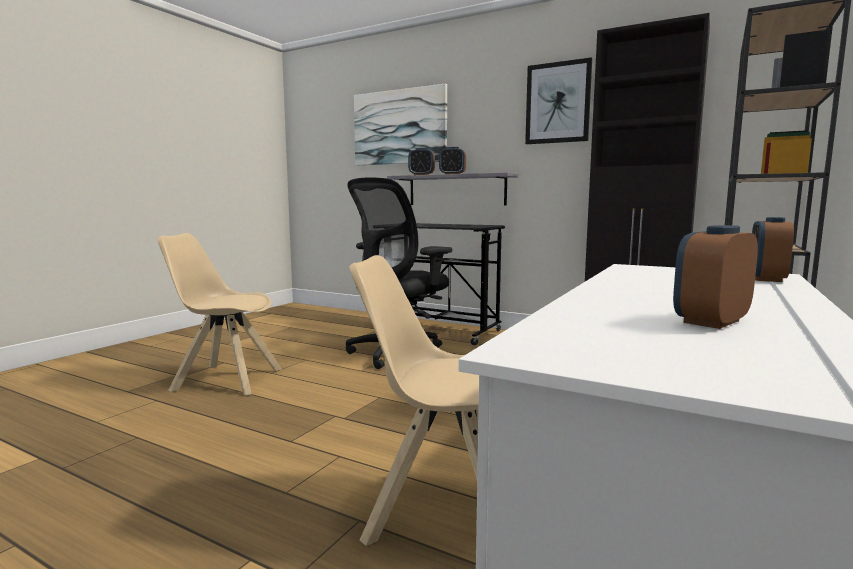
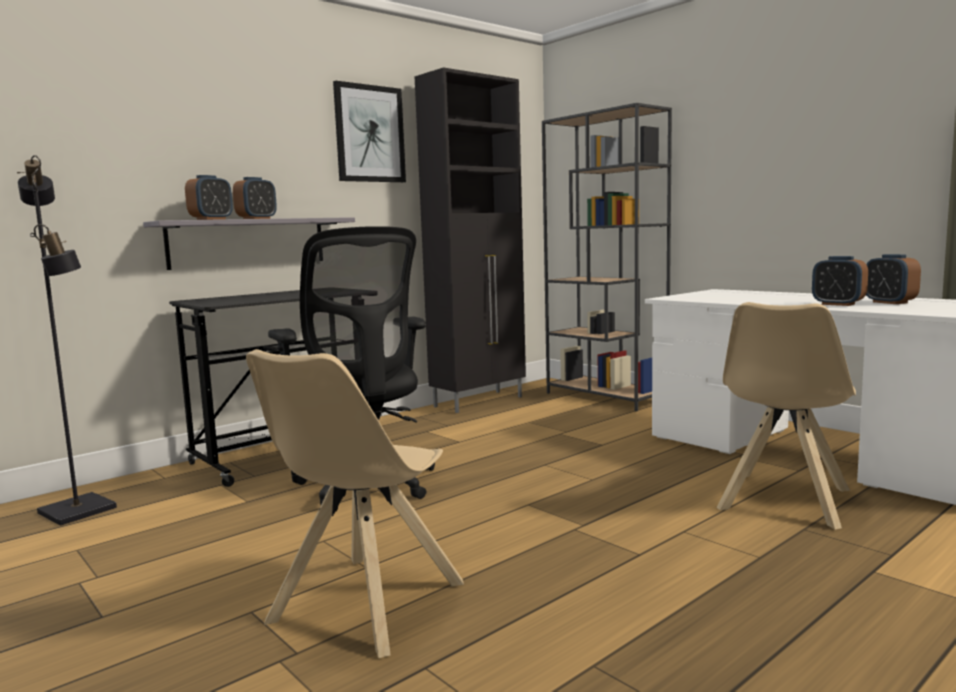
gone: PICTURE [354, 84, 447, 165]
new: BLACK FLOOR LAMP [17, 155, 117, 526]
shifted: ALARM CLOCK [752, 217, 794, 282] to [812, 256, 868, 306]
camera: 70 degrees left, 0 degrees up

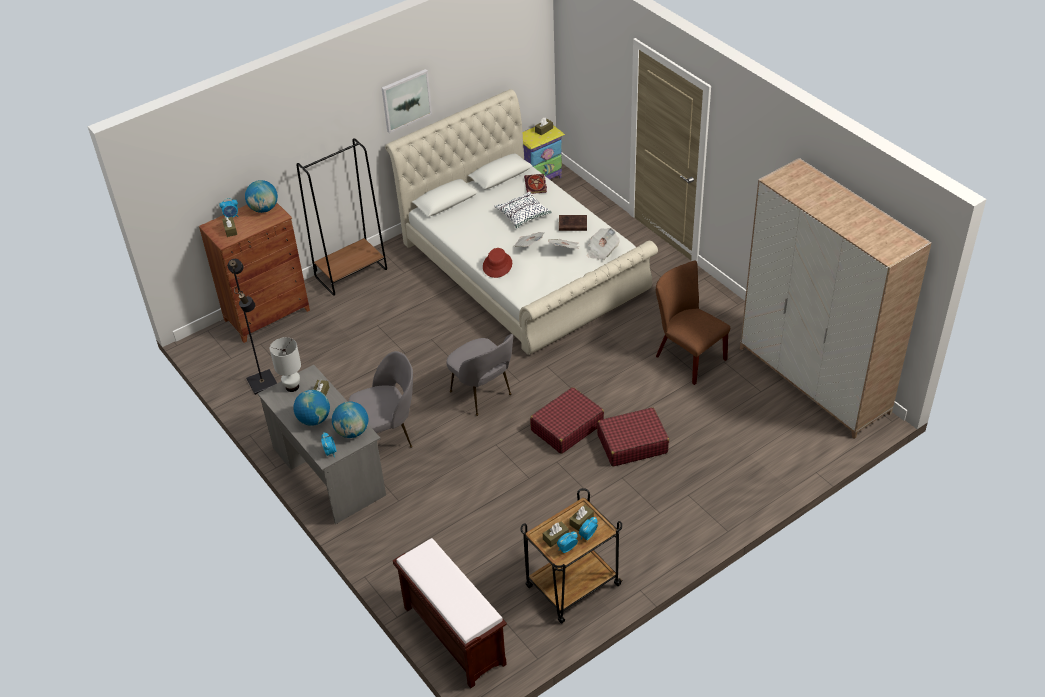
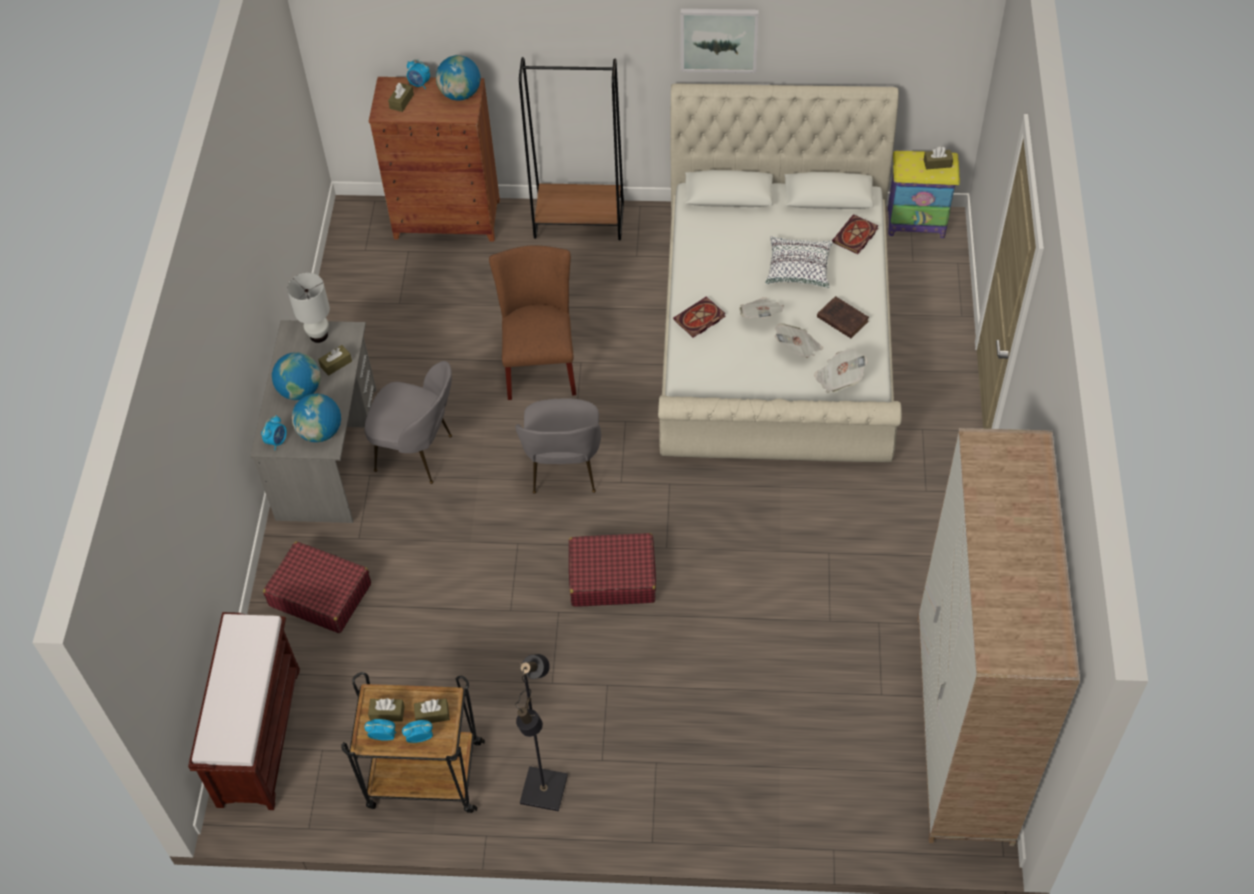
shifted: BLACK FLOOR LAMP [227, 259, 277, 395] to [515, 654, 568, 811]; BROWN CHAIR [656, 261, 730, 385] to [489, 245, 576, 400]; RED SUITCASE [597, 407, 669, 466] to [263, 542, 371, 633]
swapped: RED HAT [483, 248, 512, 278] to BOOK [673, 296, 726, 338]
camera: 40 degrees right, 10 degrees up

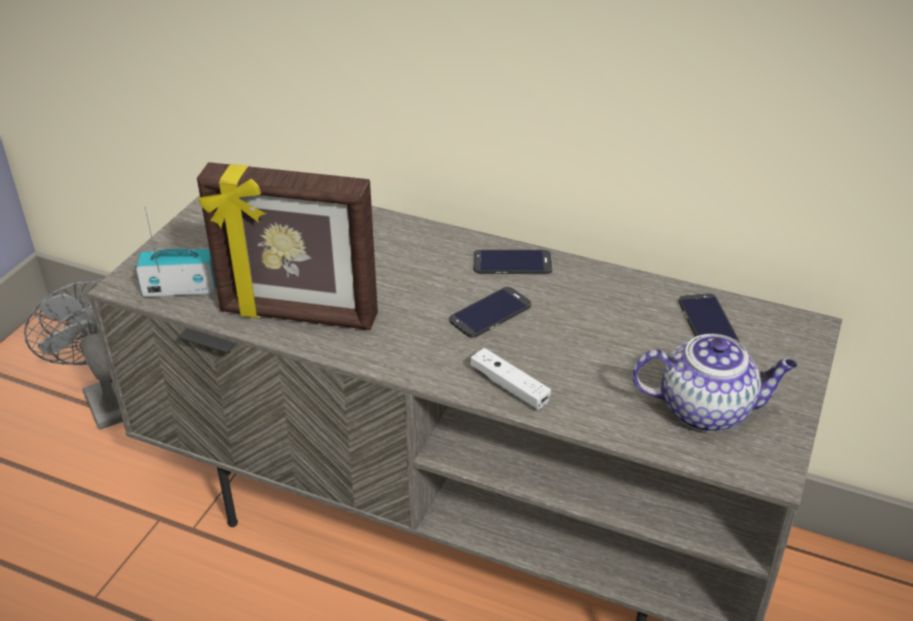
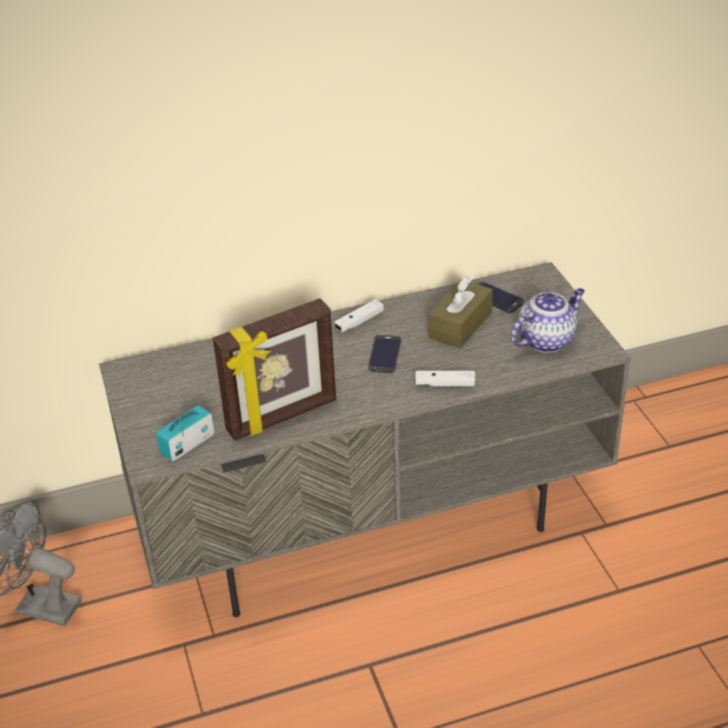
new: BROWN TISSUE BOX [428, 275, 493, 348]
swapped: PHONE [474, 250, 553, 274] to WHITE GAME CONTROLLER [334, 299, 384, 332]
camera: 40 degrees left, 0 degrees up

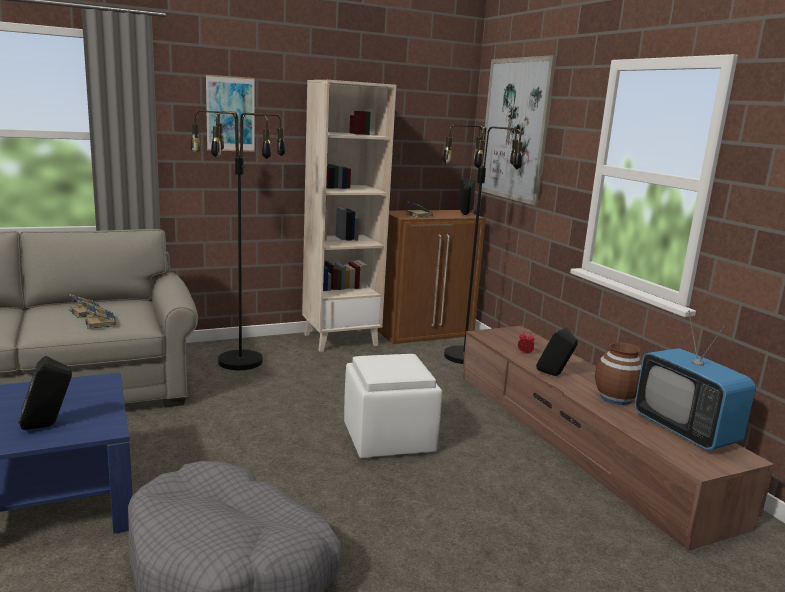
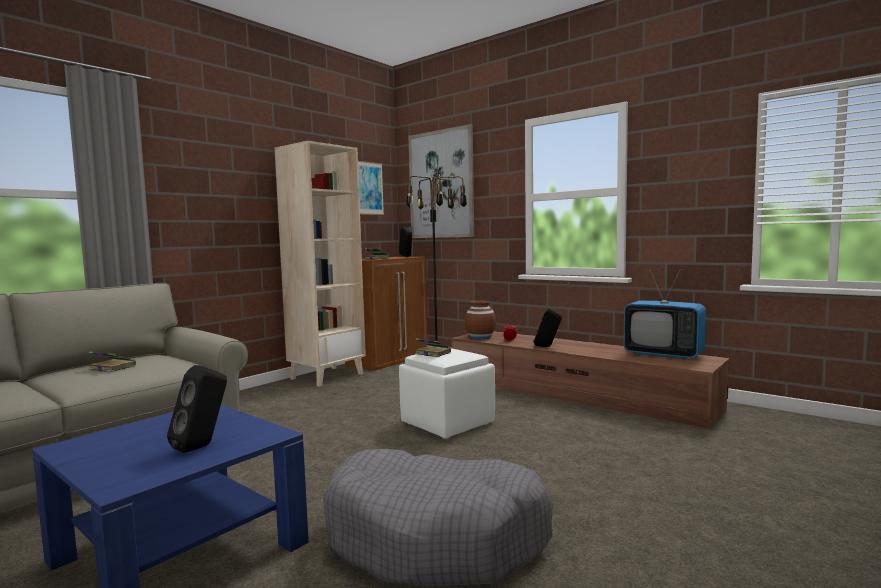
gone: FLOOR LAMP [191, 111, 286, 370]
shifted: PICTURE [206, 75, 255, 152] to [358, 161, 384, 215]; BOOK [85, 303, 116, 329] to [415, 338, 451, 357]; BROWN VASE [595, 342, 642, 405] to [465, 301, 496, 339]
camera: 25 degrees left, 10 degrees down

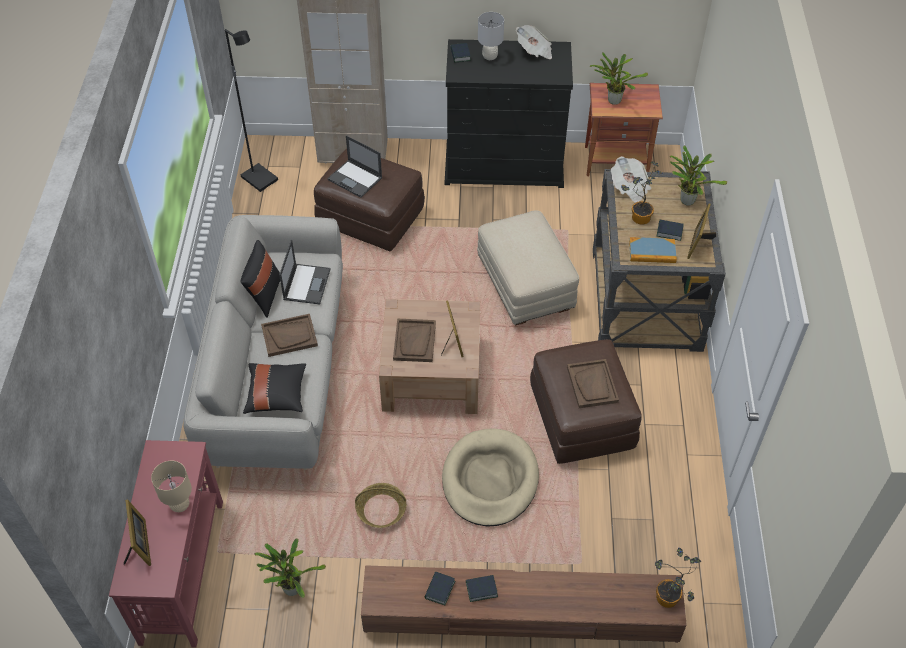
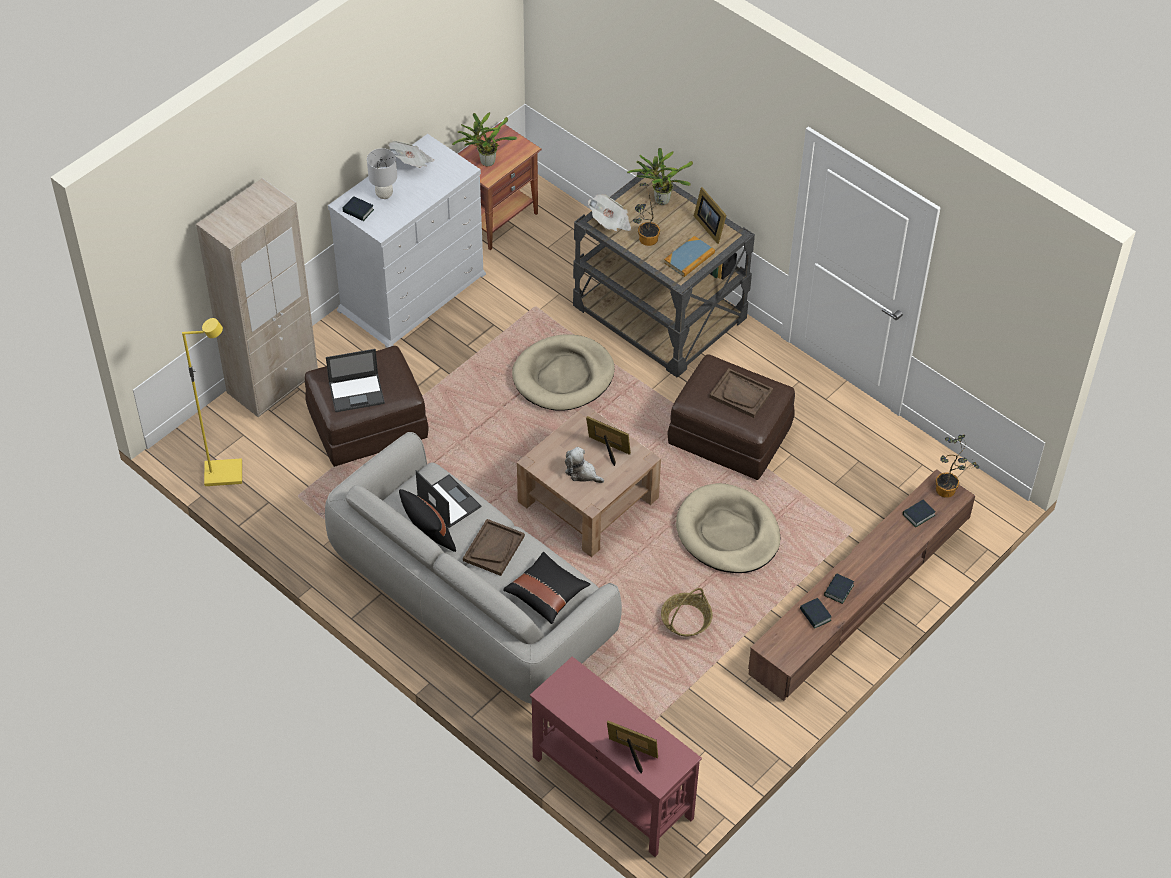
gone: BEIGE TABLE LAMP [151, 461, 192, 512]; POTTED PLANT [254, 538, 326, 598]
shifted: BOOK [657, 220, 684, 241] to [903, 499, 936, 527]
swapped: BEIGE OTTOMAN [477, 210, 579, 325] to BEIGE DOG BED [512, 335, 615, 411]; BROWN TRAY [393, 319, 436, 362] to PLUSH TOY [565, 447, 604, 483]
repainted: BLACK FLOOR LAMP [225, 29, 278, 192] to YELLOW FLOOR LAMP [182, 318, 242, 486]; BLACK DRESSER [444, 39, 573, 188] to WHITE DRESSER [328, 134, 486, 348]
camera: 50 degrees left, 0 degrees up

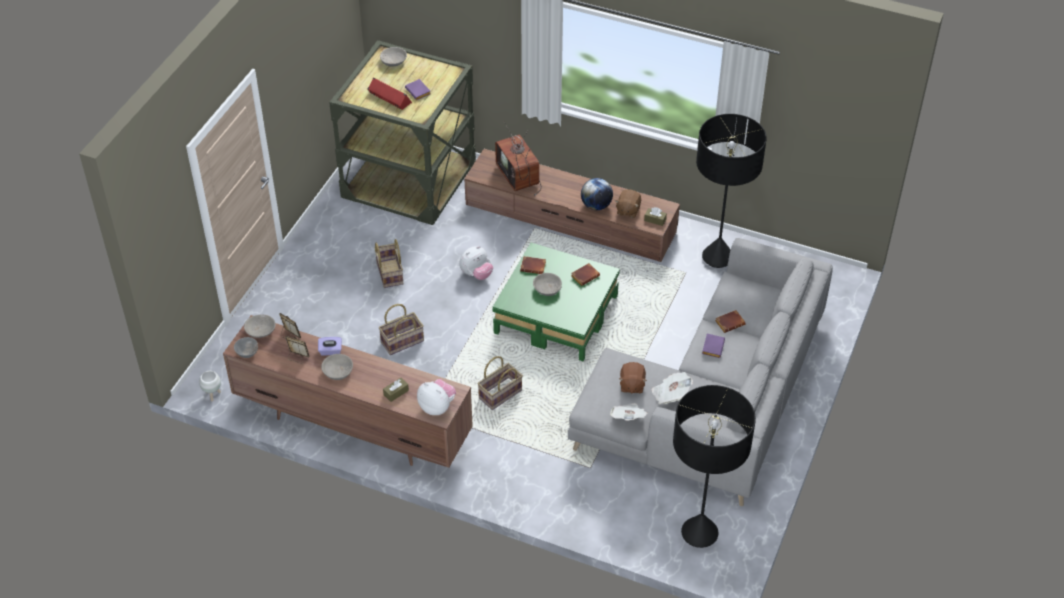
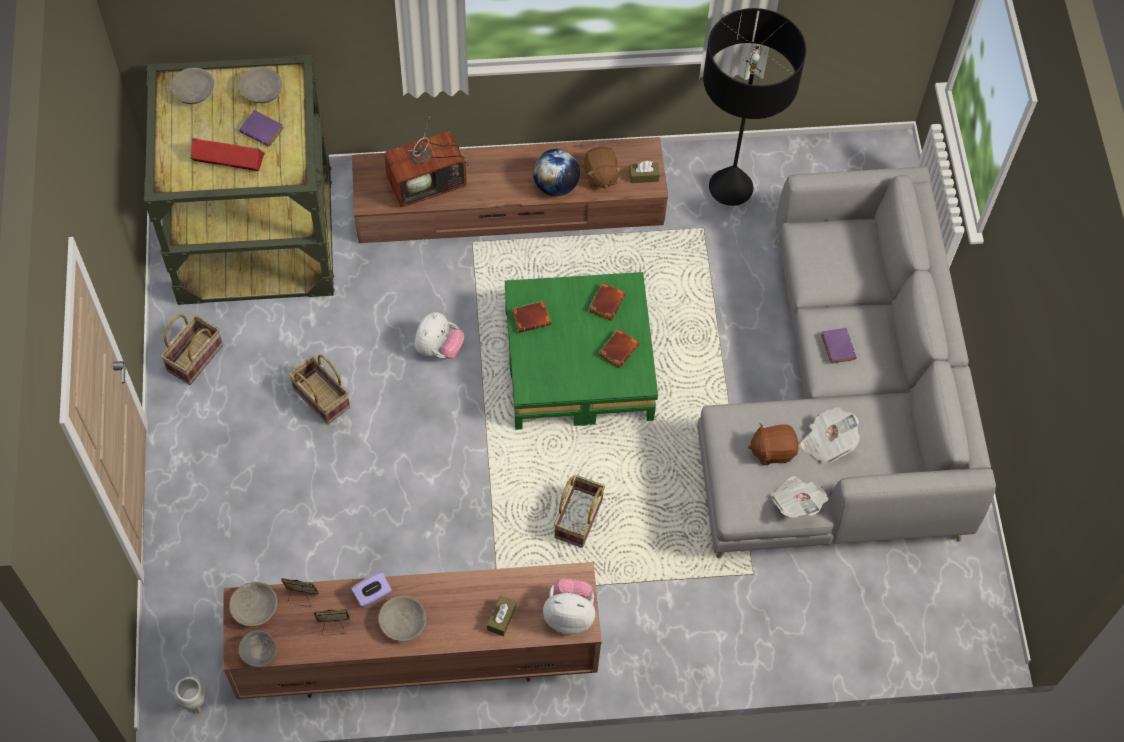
gone: BLACK FLOOR LAMP [673, 385, 756, 548]
shifted: GREY BOWL [533, 273, 562, 296] to [238, 67, 282, 103]; BASKET [379, 304, 424, 355] to [161, 314, 223, 385]; BROWN BOOK [715, 310, 746, 333] to [599, 328, 639, 368]
rotated: TELEVISION [495, 122, 541, 196] = [384, 117, 472, 207] 60 degrees counterclockwise; BROWN PLUSH TOY [619, 362, 647, 393] = [748, 423, 799, 465] 105 degrees clockwise
camera: 30 degrees left, 15 degrees up

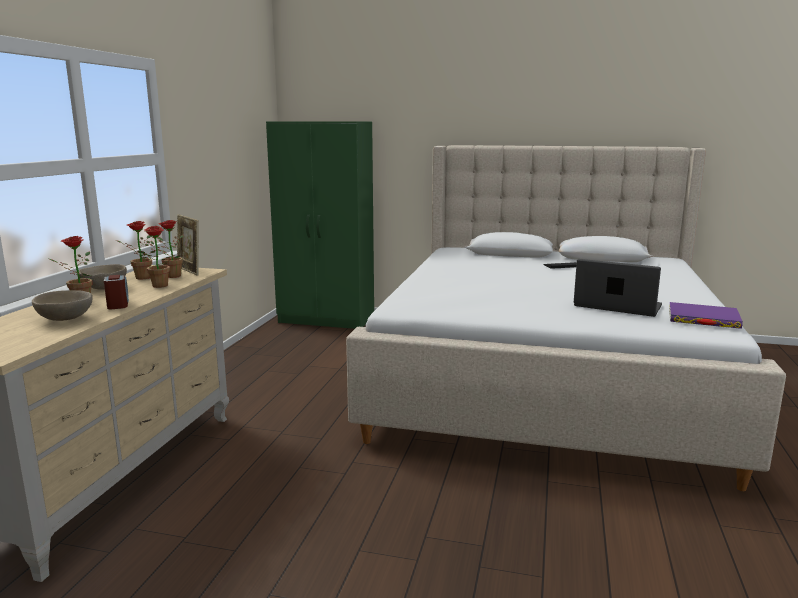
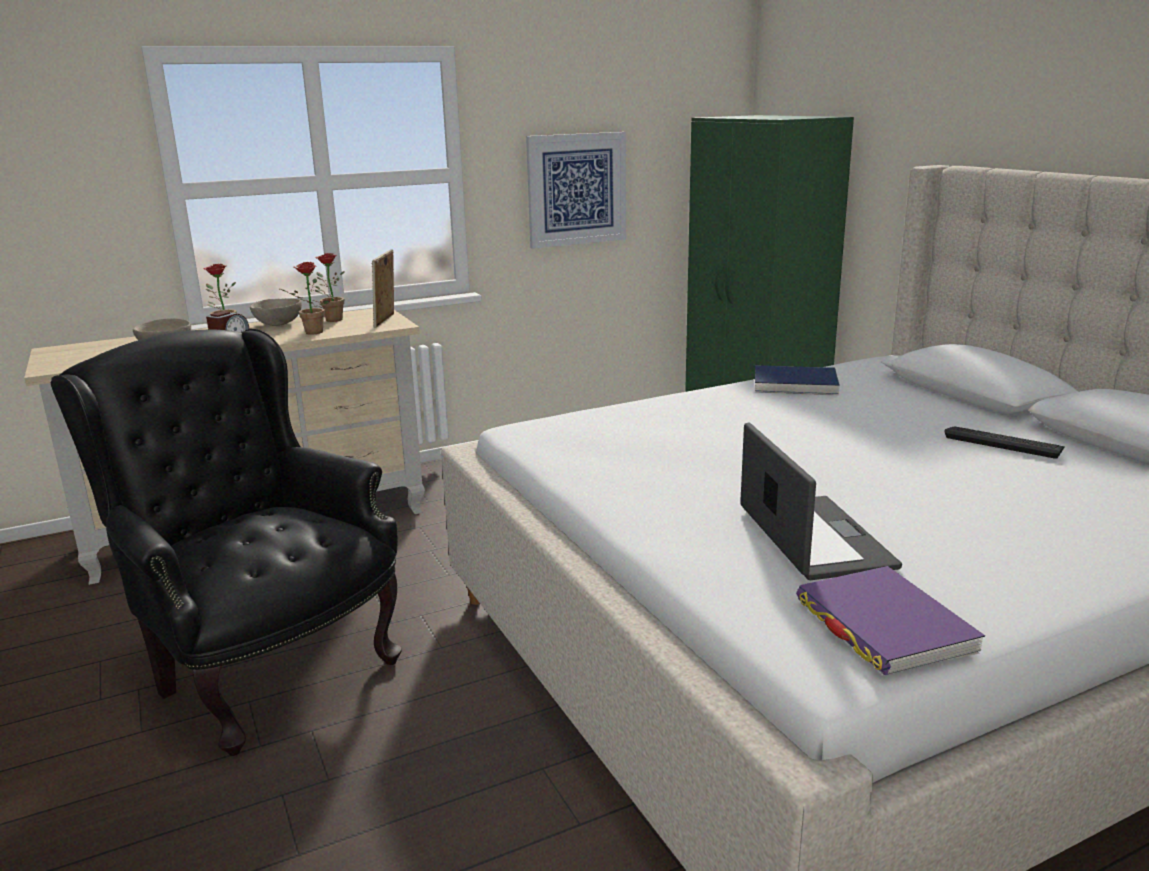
gone: POTTED PLANT [157, 220, 184, 278]
new: PICTURE [526, 132, 626, 249]; BLACK ARMCHAIR [51, 329, 402, 756]; BLUE BOOK [755, 365, 840, 395]
camera: 50 degrees right, 5 degrees up

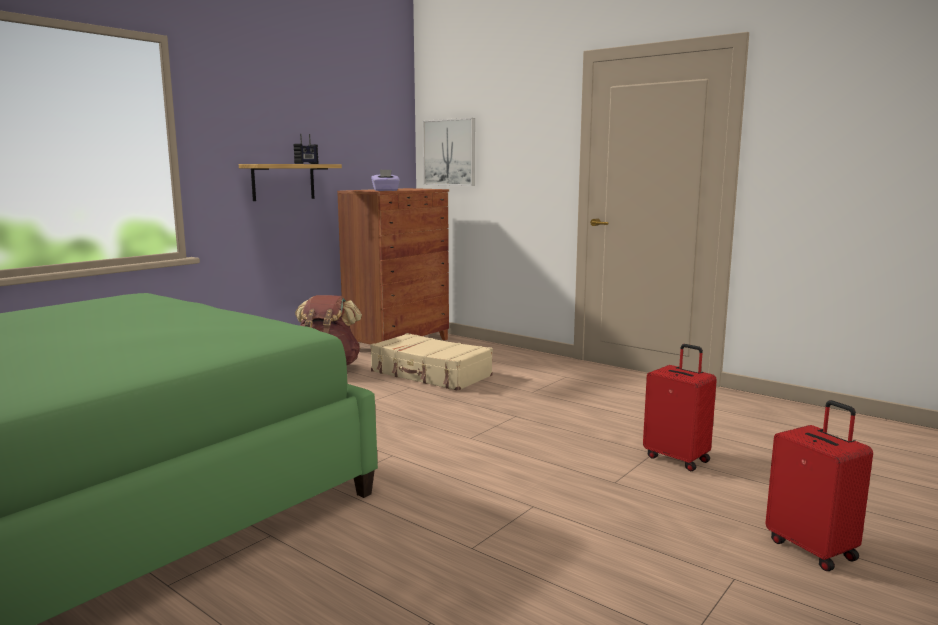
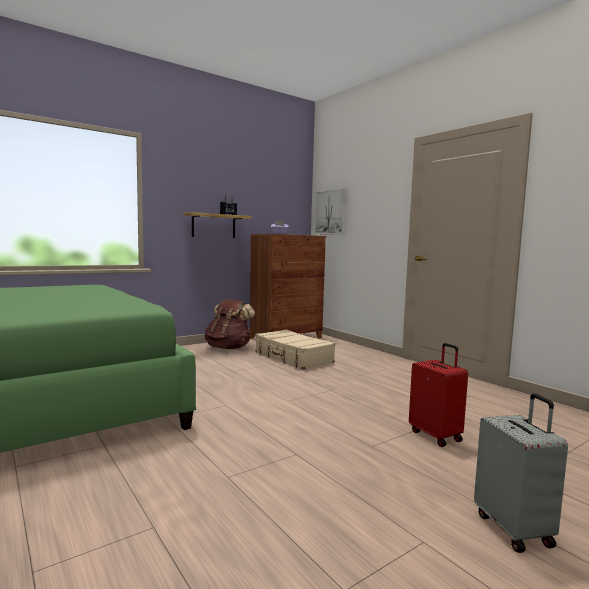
repainted: RED SUITCASE [765, 400, 873, 571] to GREY SUITCASE [474, 393, 568, 553]
camera: 15 degrees right, 5 degrees down

